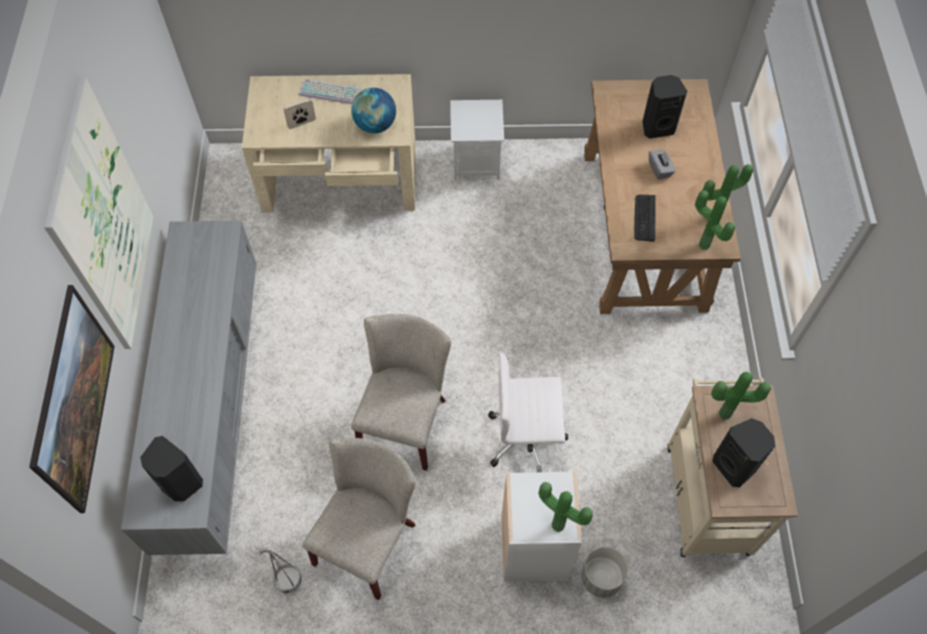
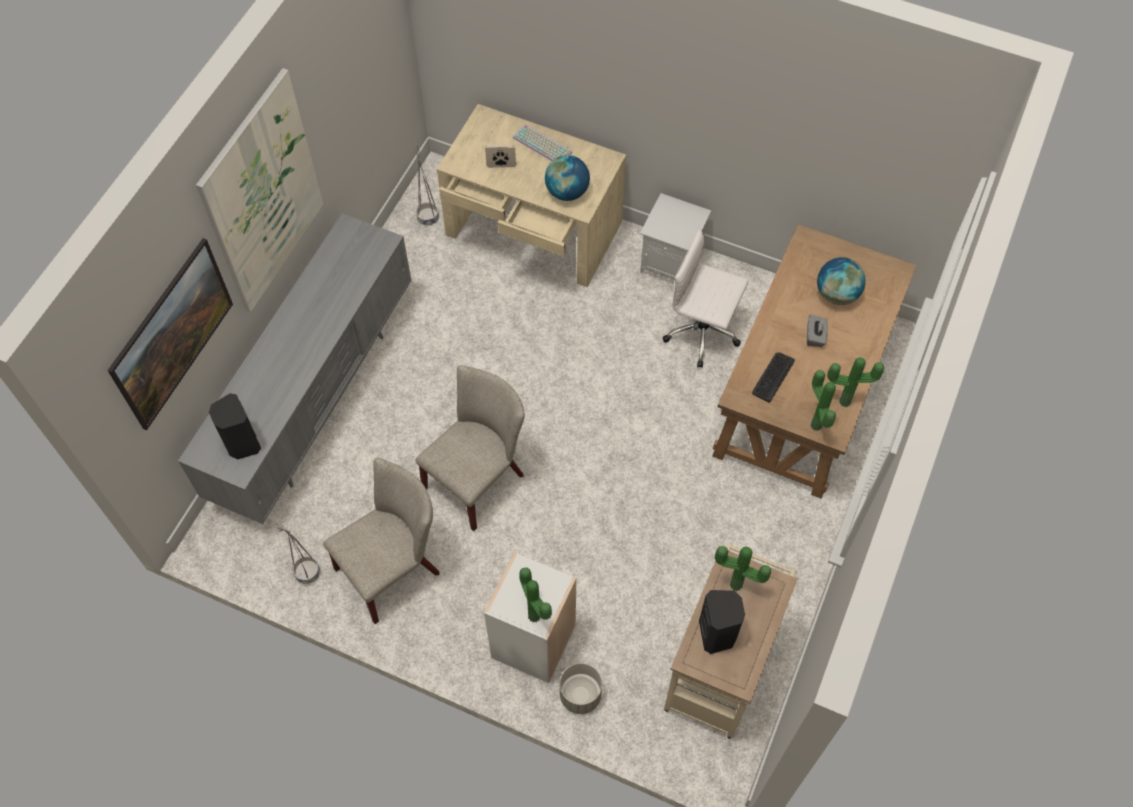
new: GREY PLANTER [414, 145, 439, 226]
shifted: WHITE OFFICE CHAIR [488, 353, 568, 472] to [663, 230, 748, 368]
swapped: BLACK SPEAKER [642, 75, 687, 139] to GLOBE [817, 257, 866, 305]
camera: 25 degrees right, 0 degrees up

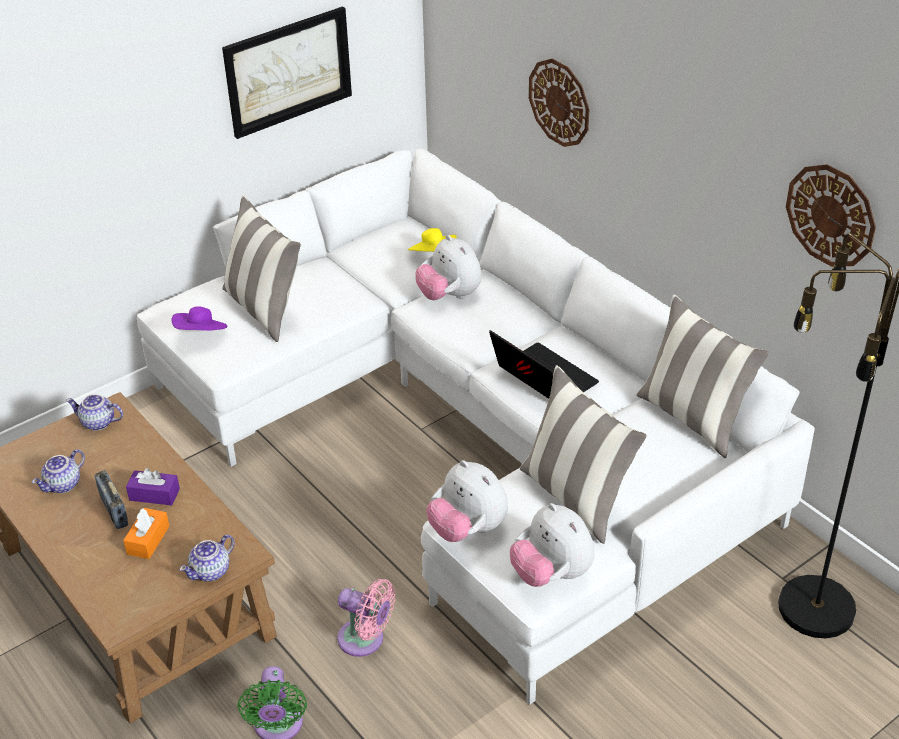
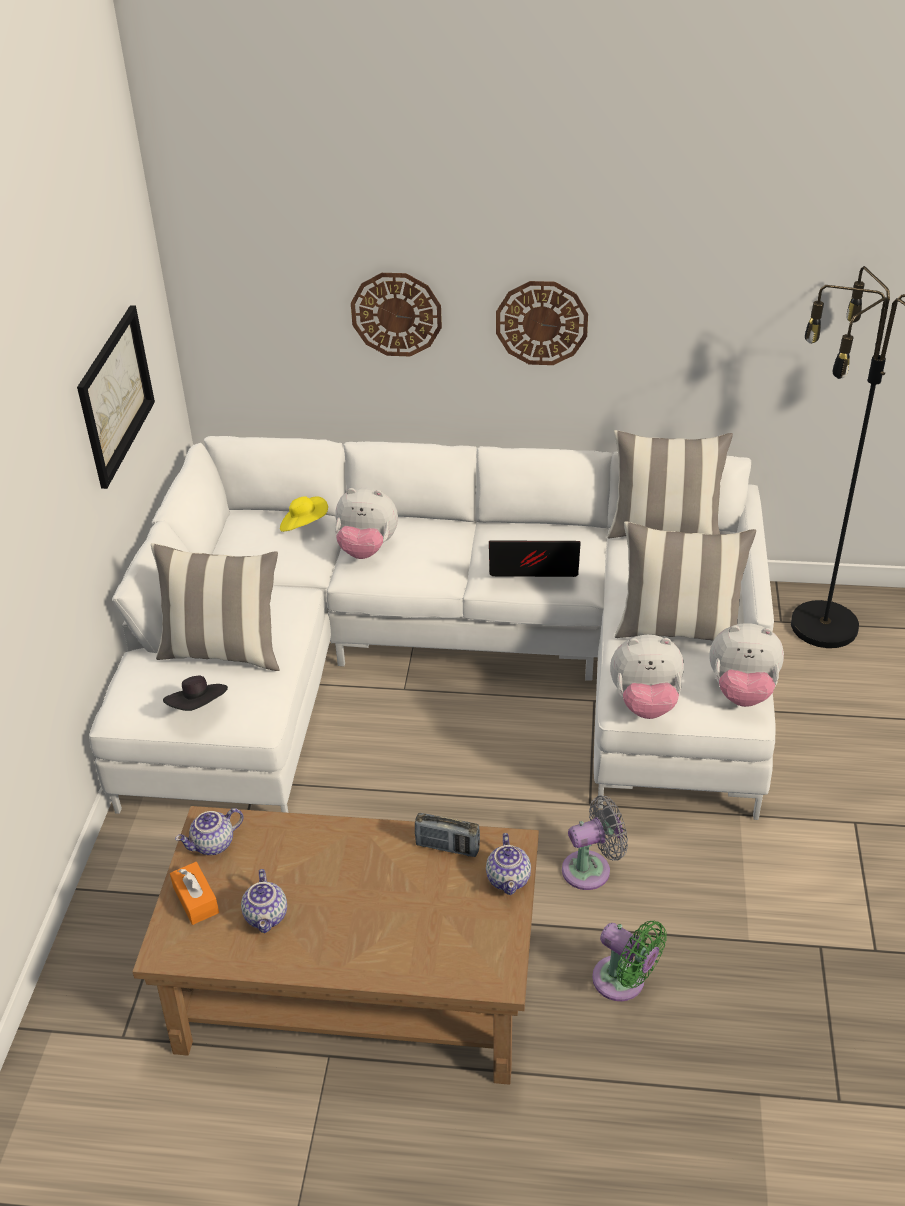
gone: PURPLE TISSUE BOX [126, 468, 180, 505]
shifted: WALL CLOCK [786, 164, 876, 267] to [496, 281, 588, 365]; RADIO [95, 471, 128, 529] to [415, 813, 480, 857]; ORANGE TISSUE BOX [123, 508, 169, 559] to [170, 862, 219, 925]
repainted: PURPLE HAT [171, 307, 228, 331] to BLACK HAT [163, 675, 228, 711]; PINK FAN [337, 579, 395, 657] to GREY FAN [562, 795, 628, 890]
camera: 45 degrees left, 0 degrees up

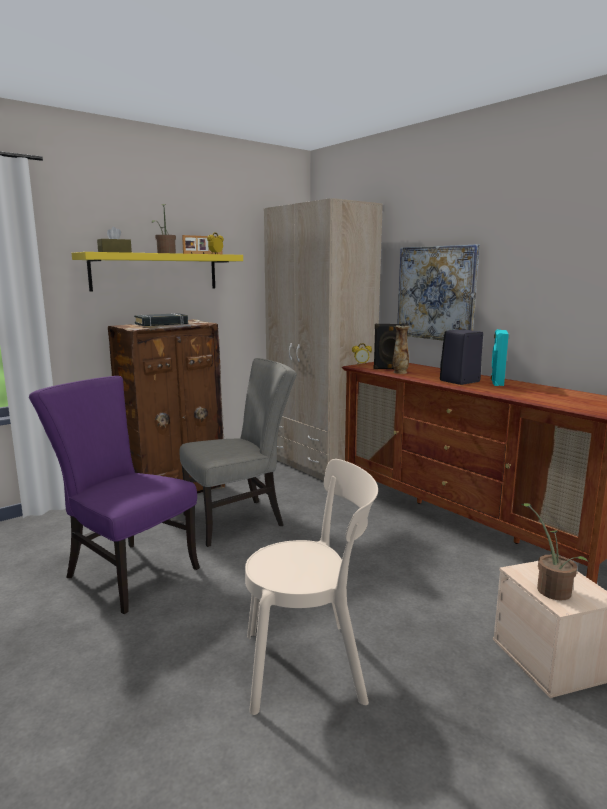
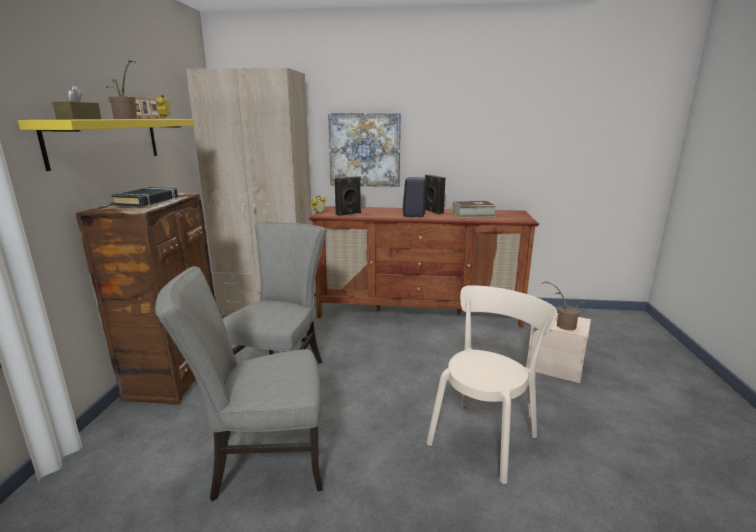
gone: VASE [392, 325, 410, 374]
new: BOOK [452, 201, 497, 218]
repainted: TURQUOISE SPEAKER [491, 329, 509, 386] to BLACK SPEAKER [425, 175, 445, 214]; PURPLE CHAIR [29, 376, 200, 614] to GREY CHAIR [155, 266, 323, 501]
camera: 45 degrees left, 5 degrees up

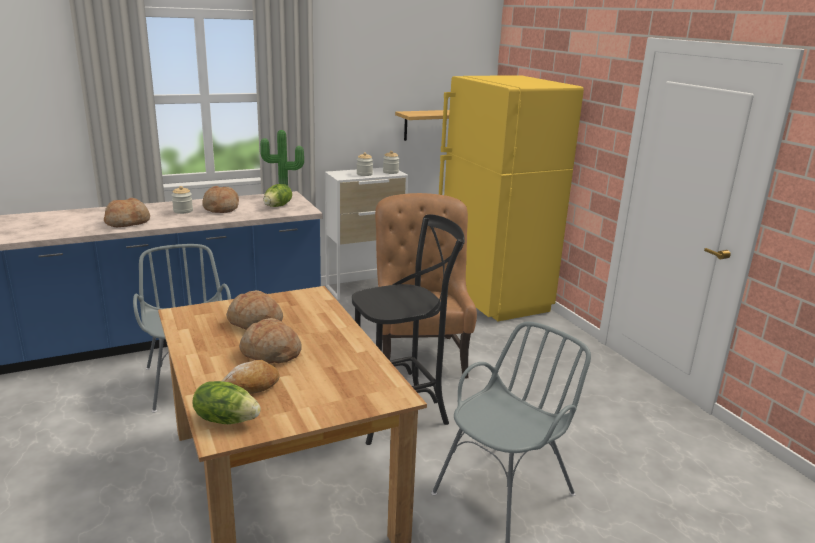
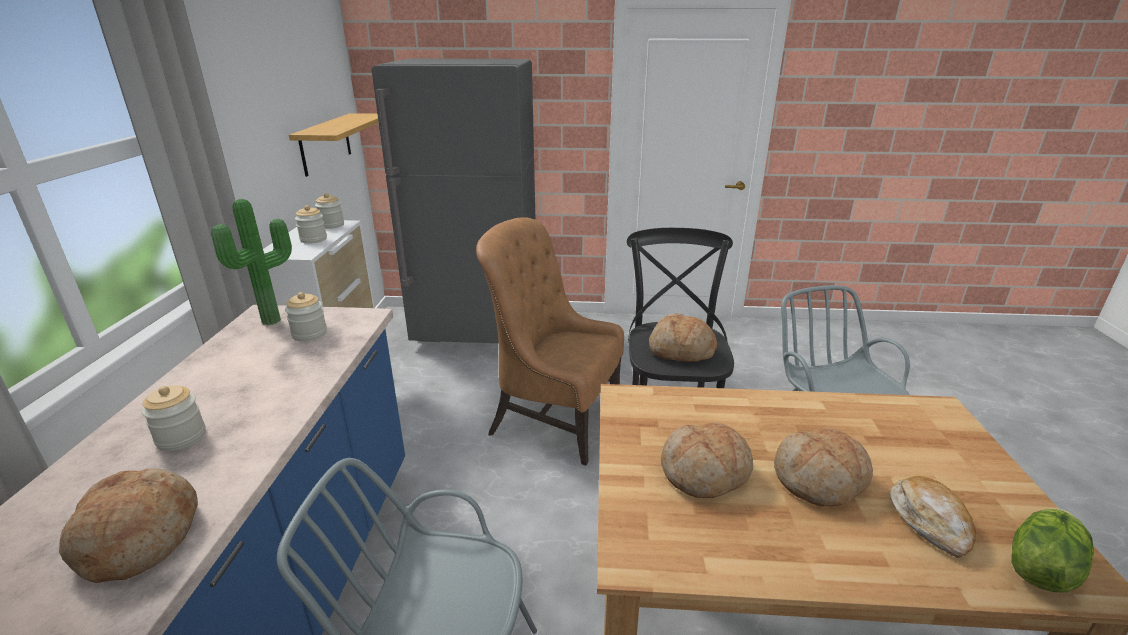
shifted: BREAD [202, 186, 239, 213] to [649, 313, 717, 362]
swapped: LETTUCE [264, 184, 292, 207] to JAR [285, 292, 327, 342]
repainted: YELLOW FRIDGE [439, 75, 584, 321] to GREY FRIDGE [372, 59, 536, 343]
camera: 60 degrees left, 5 degrees up

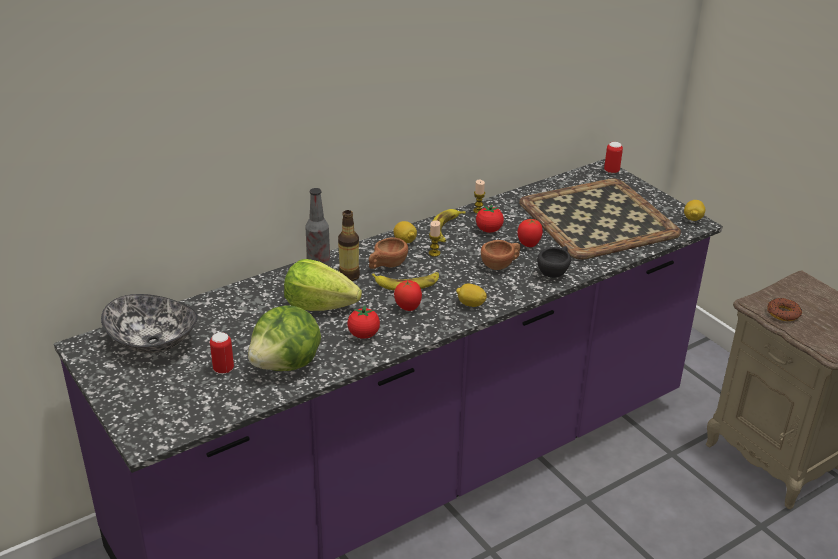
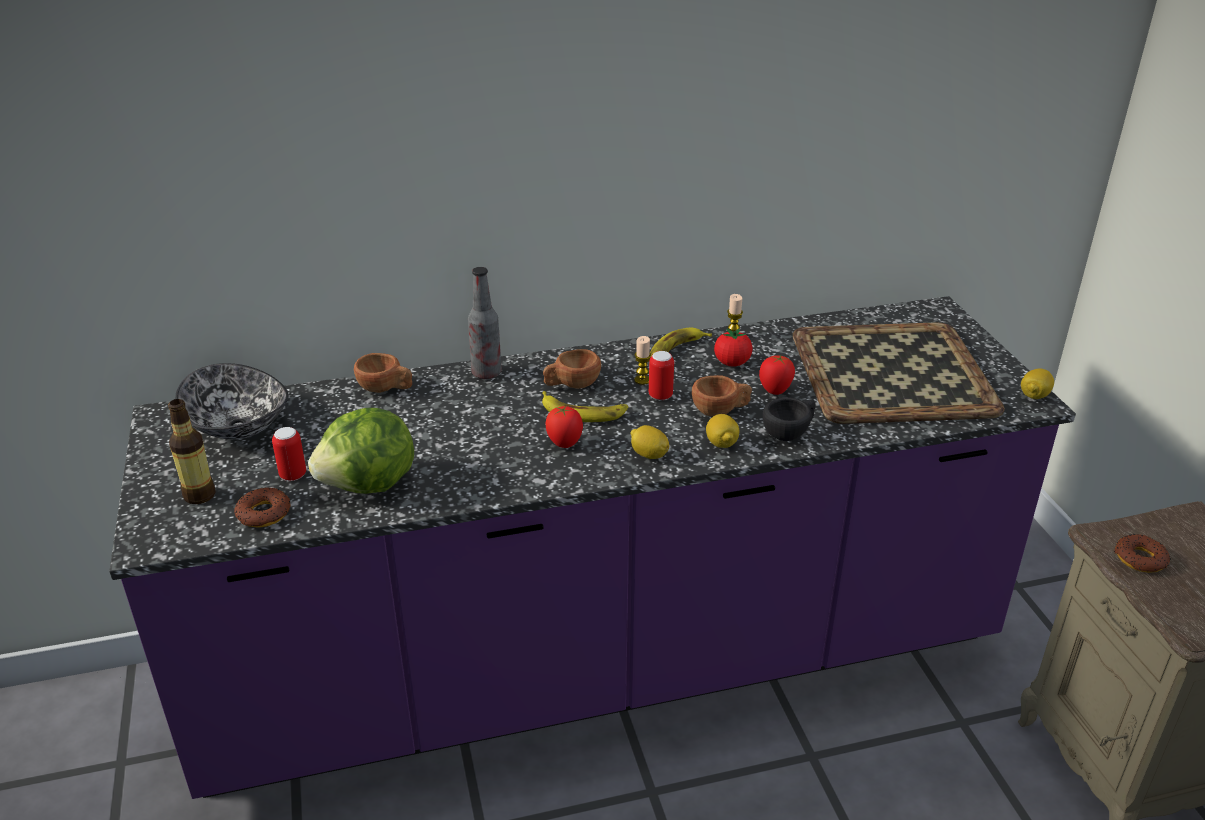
gone: LETTUCE [284, 259, 362, 311]; TOMATO [347, 305, 380, 339]
new: BROWN CUP [354, 353, 412, 393]; DONUT [234, 487, 290, 528]
shifted: CAN [604, 142, 623, 174] to [649, 351, 674, 400]; BOTTLE [338, 210, 360, 281] to [168, 399, 216, 504]; LEMON [393, 221, 417, 243] to [706, 414, 739, 448]
camera: 20 degrees right, 0 degrees up

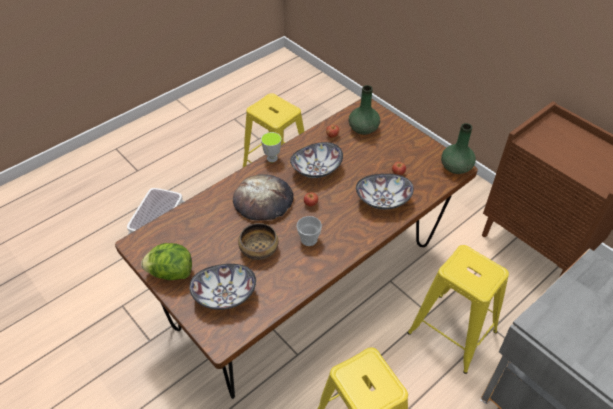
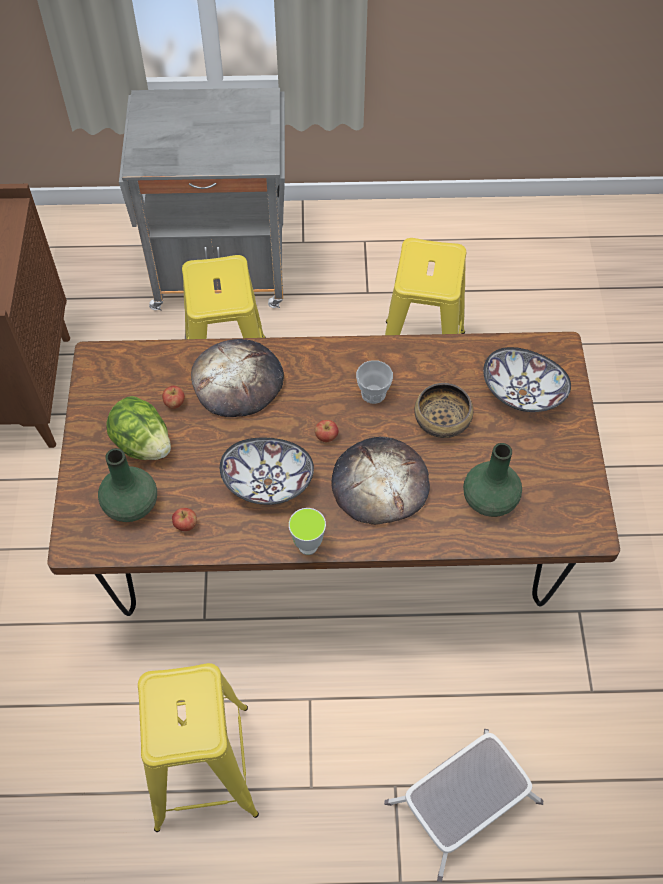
shifted: GREEN VASE [441, 123, 476, 174] to [463, 443, 522, 517]; LETTUCE [141, 243, 192, 280] to [107, 396, 171, 460]
swapped: BOWL [356, 174, 414, 210] to BREAD [191, 339, 284, 417]
camera: 140 degrees left, 10 degrees up

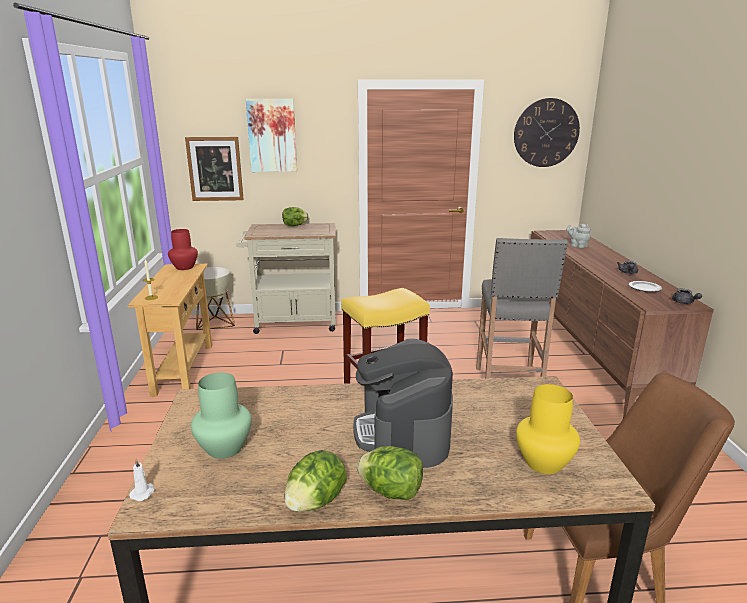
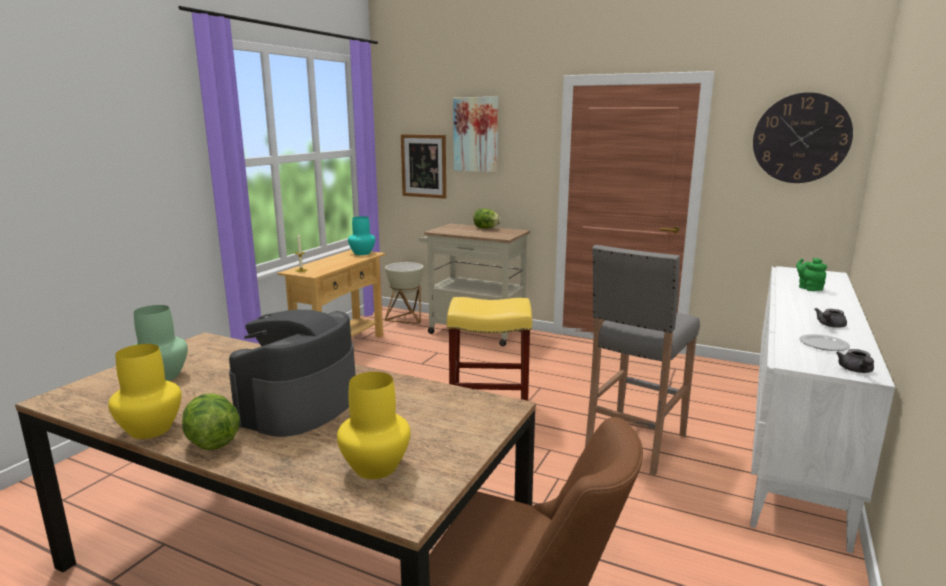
gone: WHITE CANDLE [129, 458, 155, 501]
swapped: LETTUCE [285, 450, 347, 512] to YELLOW VASE [108, 344, 182, 439]
repainted: GREY TEAPOT [566, 224, 591, 248] to GREEN TEAPOT [796, 258, 827, 291]; RED VASE [168, 229, 198, 270] to TURQUOISE VASE [348, 216, 375, 255]; BROWN CABINET [531, 230, 714, 418] to WHITE CABINET [750, 266, 895, 553]
camera: 30 degrees right, 5 degrees down

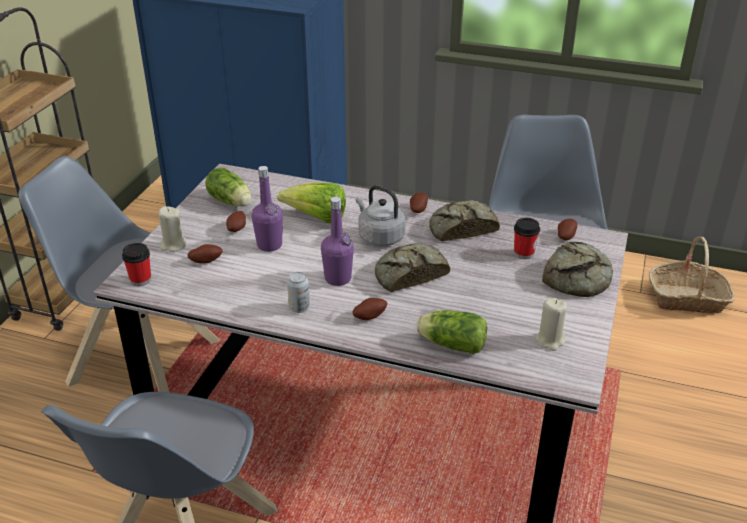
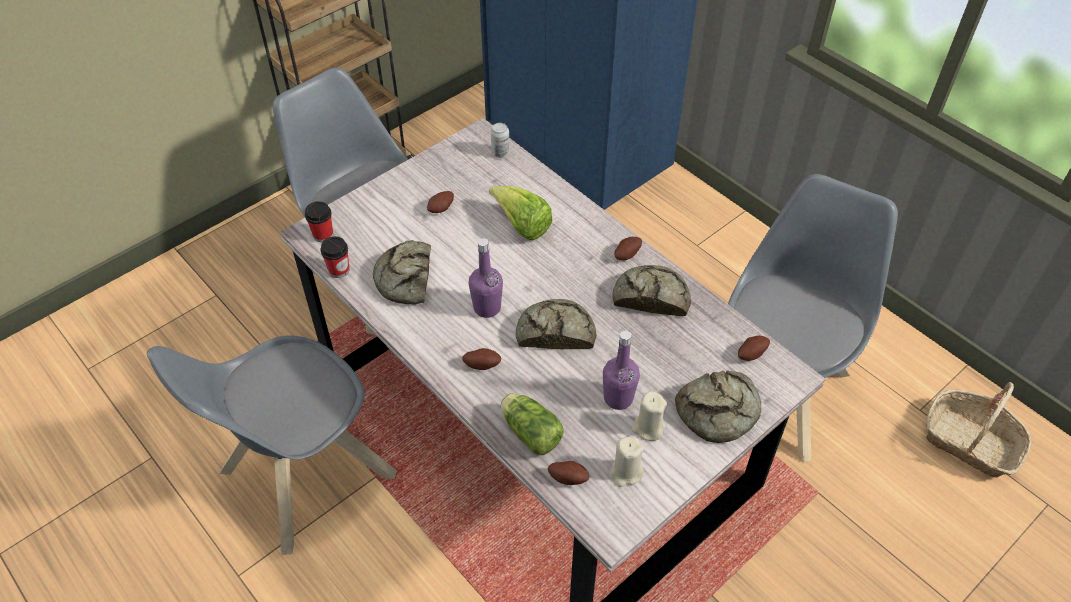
gone: LETTUCE [205, 168, 252, 207]; GREY KETTLE [356, 185, 406, 246]
new: BREAD [373, 240, 431, 304]
shifted: PURPLE BOTTLE [252, 166, 283, 252] to [603, 331, 640, 410]; BEIGE CANDLE [159, 206, 186, 252] to [632, 391, 667, 441]; CUP [514, 218, 540, 259] to [320, 236, 349, 278]; POTATO [187, 244, 223, 264] to [548, 461, 590, 485]; CAN [287, 272, 310, 313] to [491, 123, 510, 158]
camera: 30 degrees right, 15 degrees up

